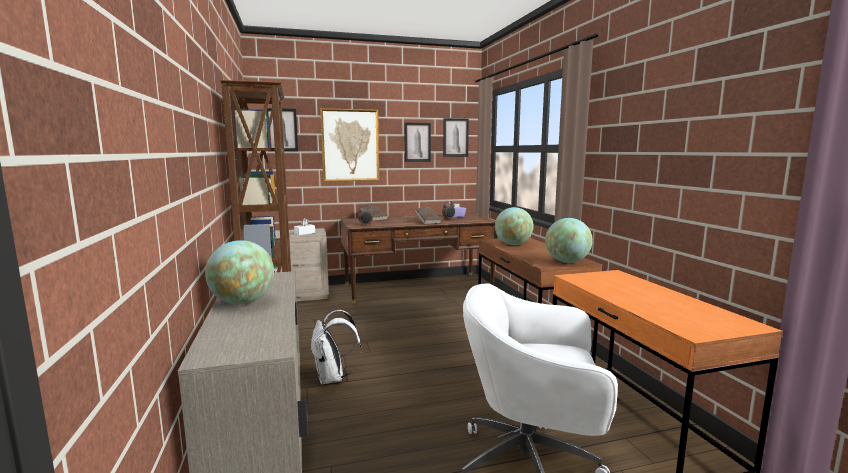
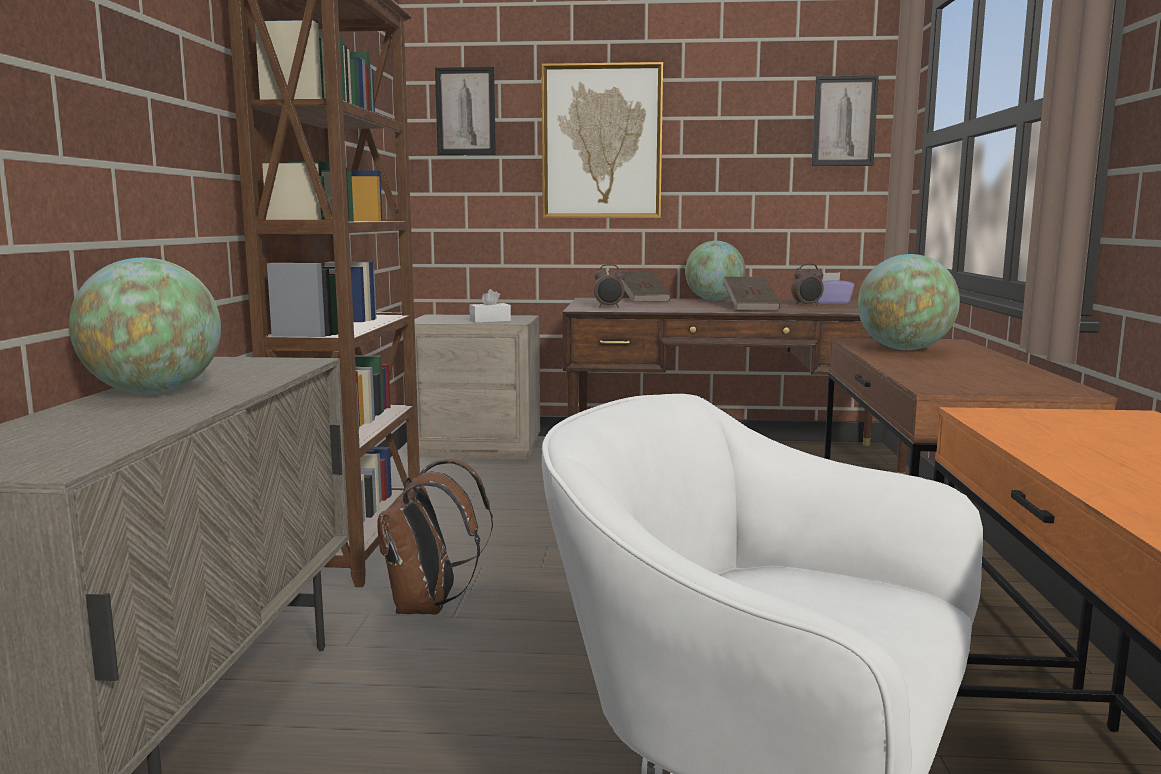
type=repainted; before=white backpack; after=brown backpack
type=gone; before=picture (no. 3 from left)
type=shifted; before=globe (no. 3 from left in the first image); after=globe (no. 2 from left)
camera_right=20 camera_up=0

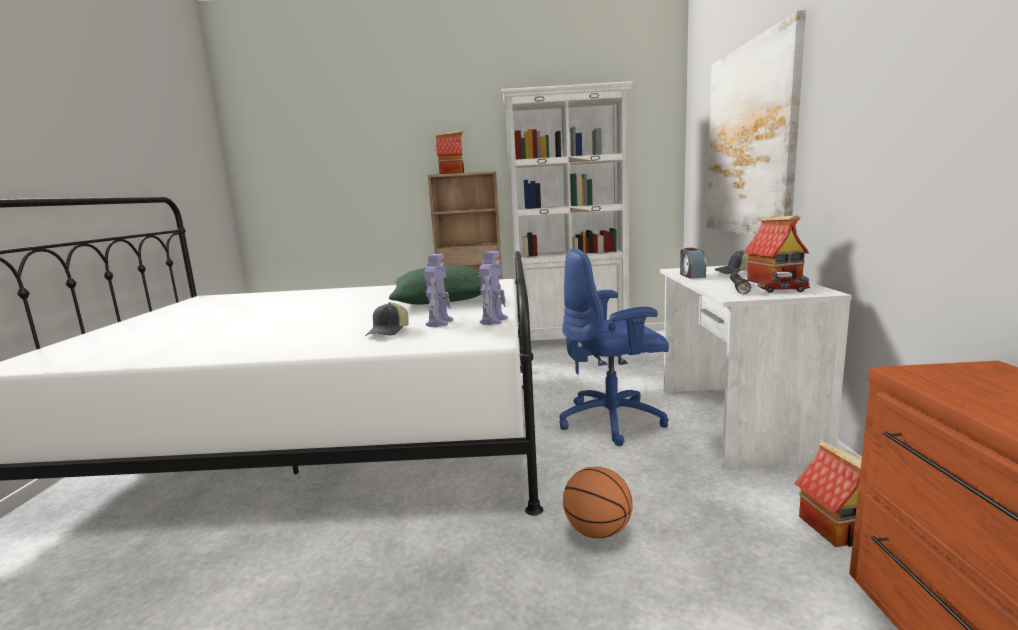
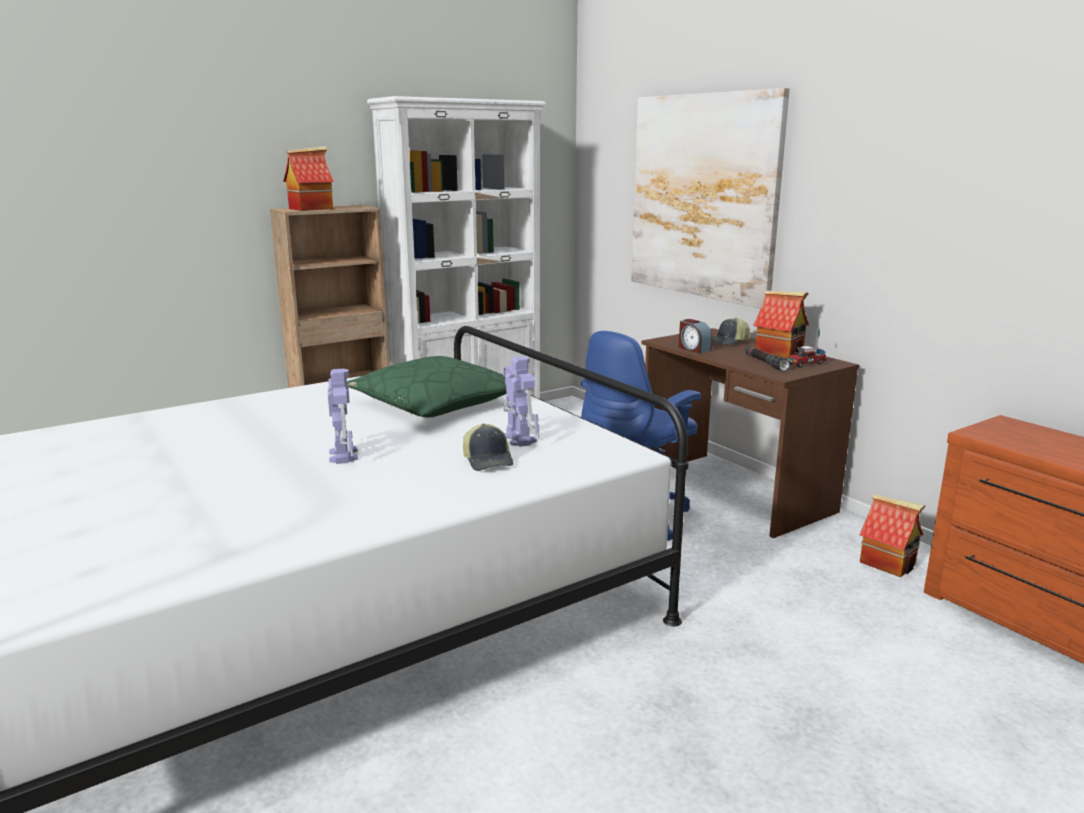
type=shifted; before=toy robot (no. 2 from left in the first image); after=toy robot (no. 1 from left)
type=gone; before=basketball
type=repainted; before=white desk; after=brown desk
camera_right=-35 camera_up=5

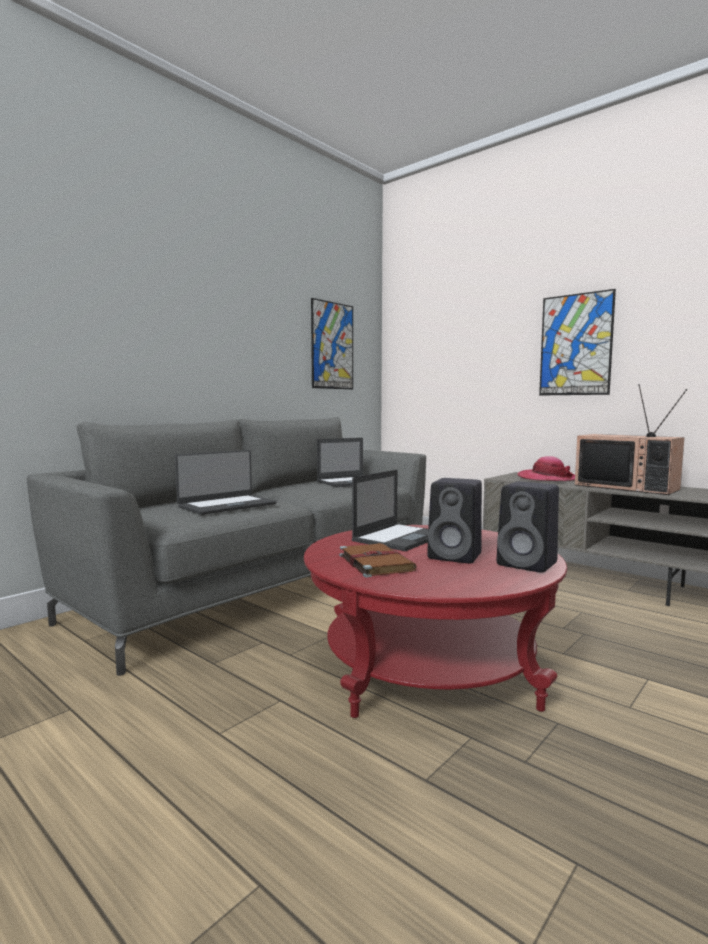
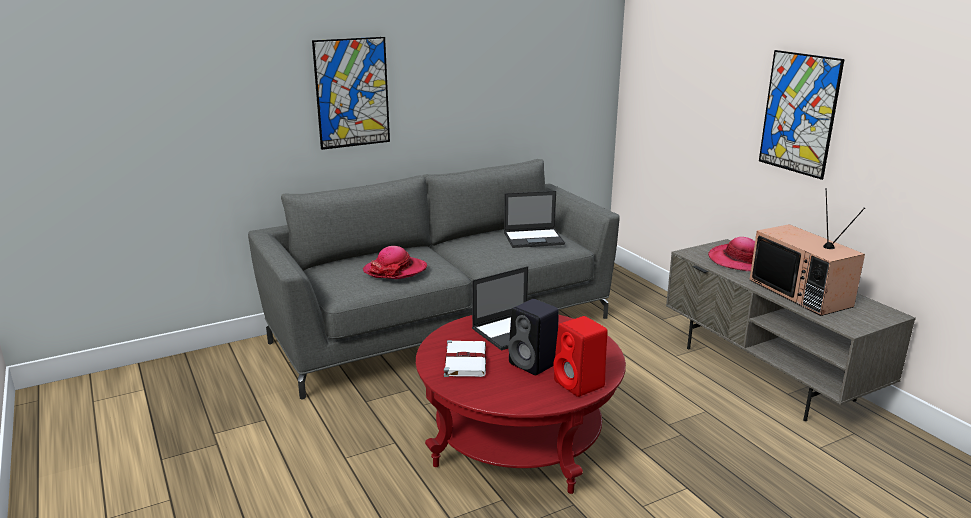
type=swapped; before=laptop (no. 1 from left); after=hat (no. 1 from left)
type=shifted; before=picture (no. 1 from left)
type=repainted; before=brown book; after=white book
type=repainted; before=black speaker (no. 2 from left); after=red speaker
camera_right=20 camera_up=15

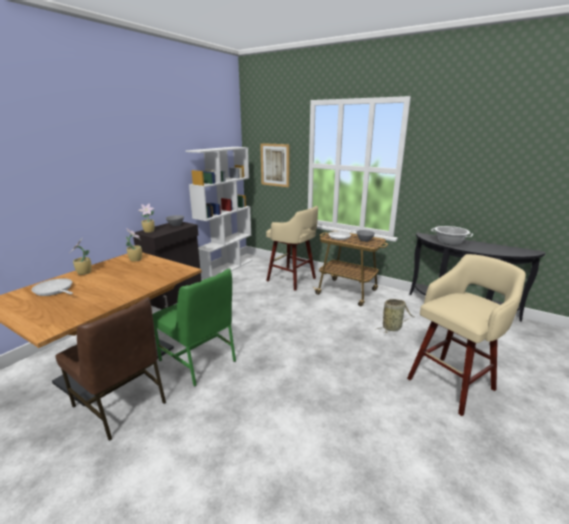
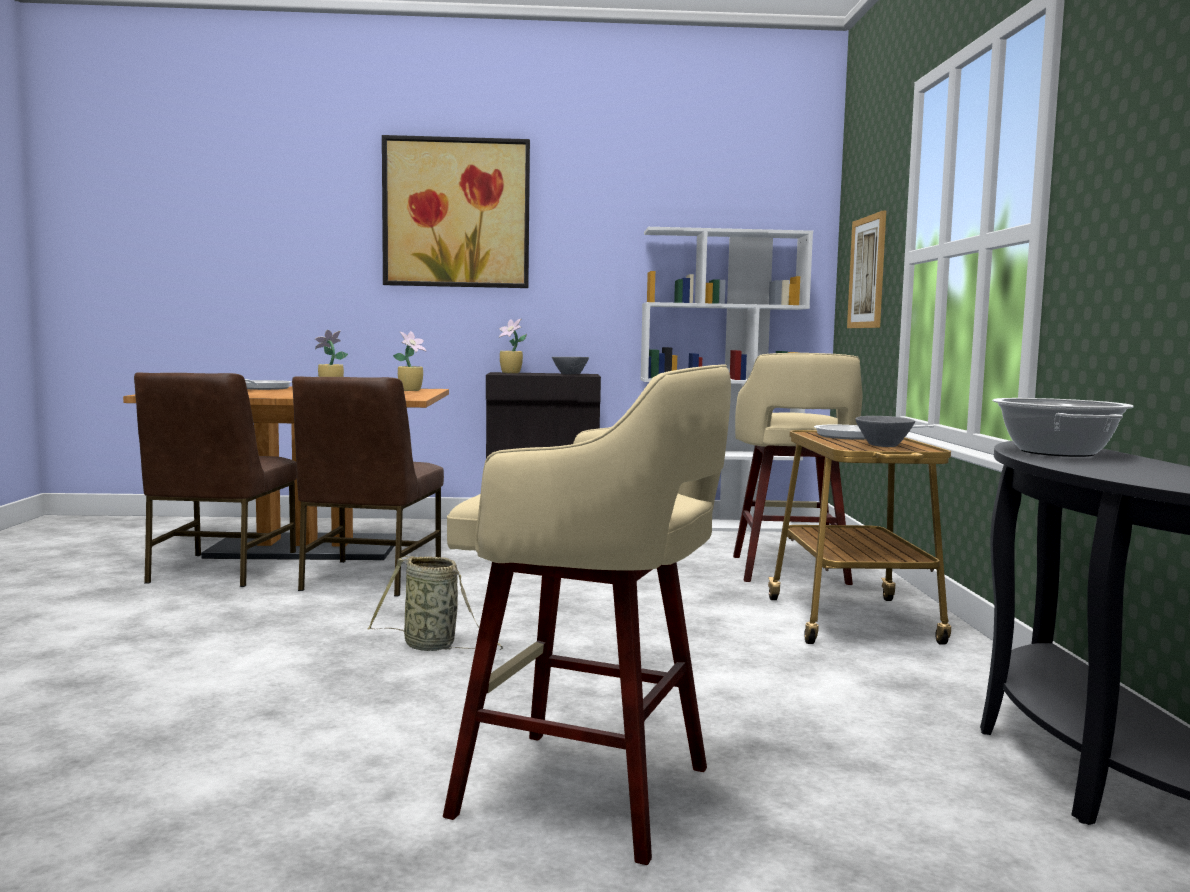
type=repainted; before=green chair; after=brown chair (no. 2 from left)
type=shifted; before=basket
type=new; after=picture (no. 1 from left)
camera_right=55 camera_up=-15

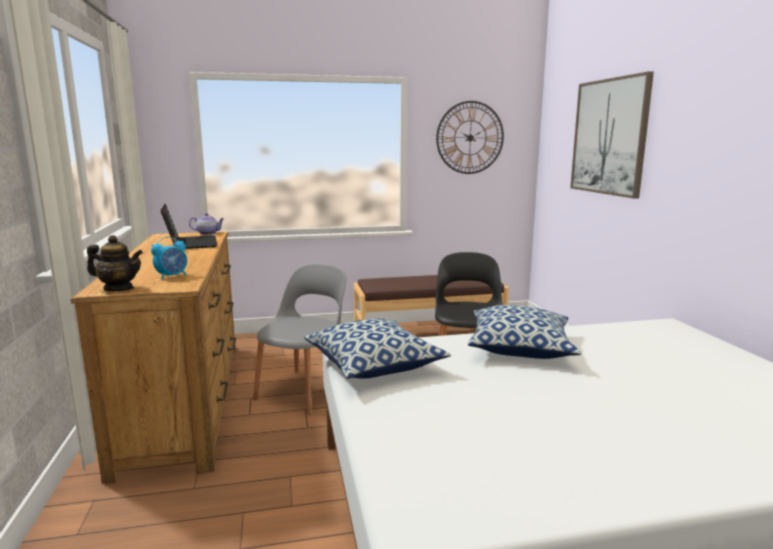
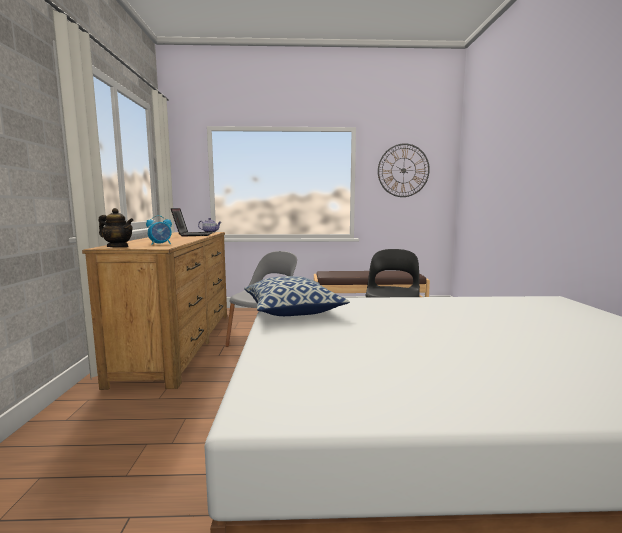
type=gone; before=pillow (no. 2 from left)
type=gone; before=picture
camera_right=10 camera_up=-5

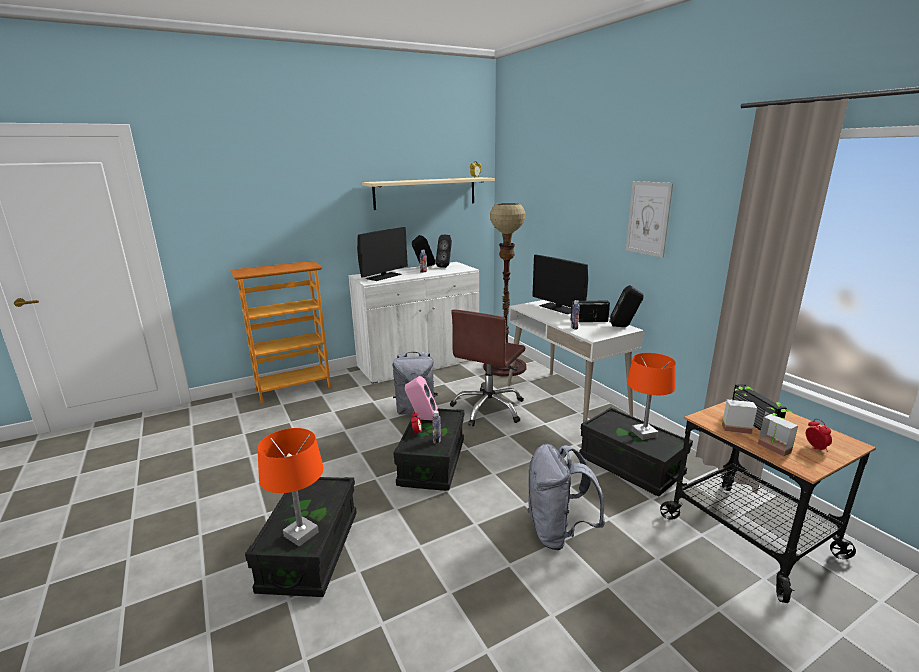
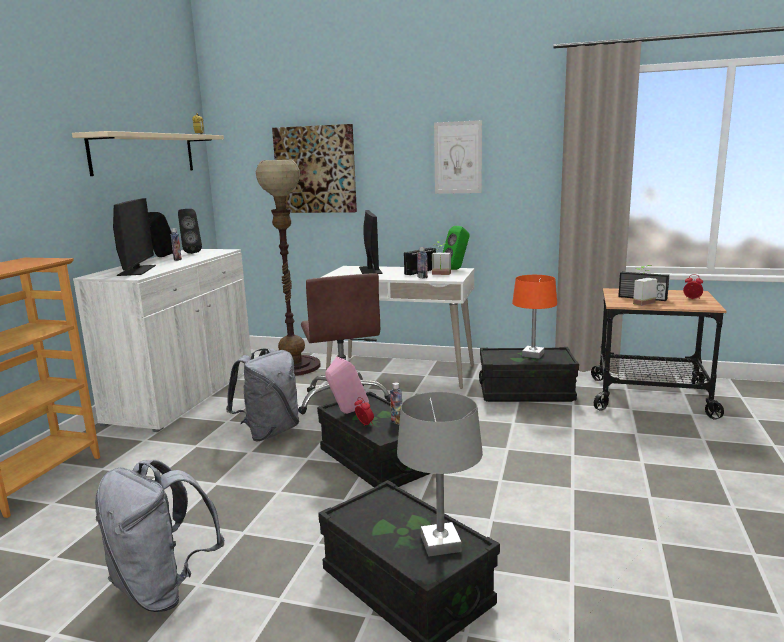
type=repainted; before=orange table lamp (no. 1 from left); after=grey table lamp
type=shifted; before=grey backpack (no. 2 from left in the first image); after=grey backpack (no. 1 from left)
type=rotated; before=monitor (no. 2 from left); turn=-105
type=repainted; before=black speaker (no. 3 from left); after=green speaker
type=shifted; before=potted plant (no. 2 from left in the first image); after=potted plant (no. 1 from left)
type=new; after=picture (no. 1 from left)
camera_right=-45 camera_up=-5

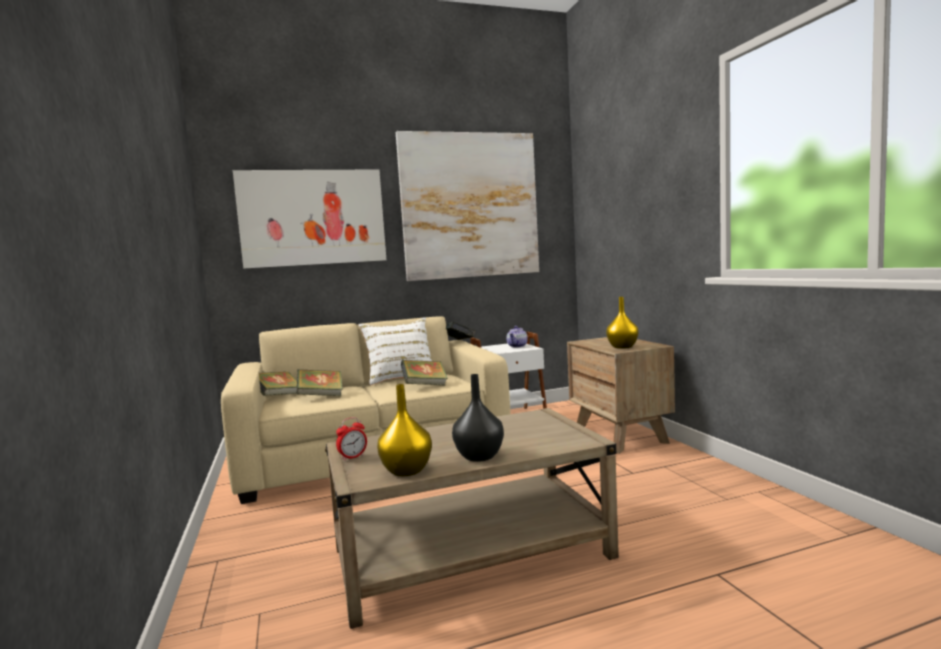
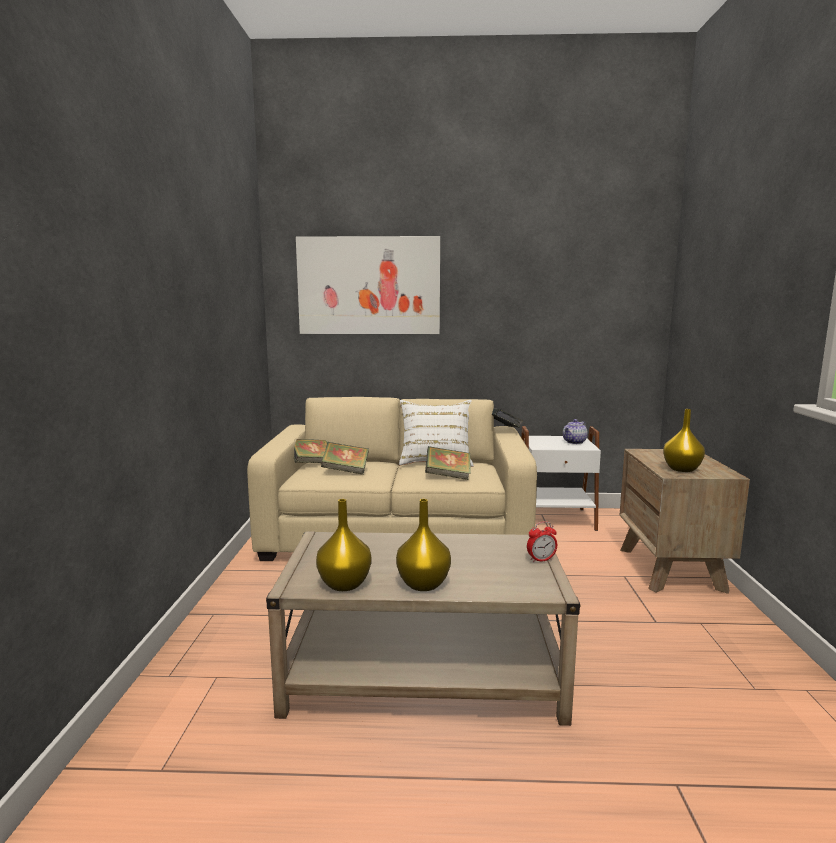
type=shifted; before=alarm clock
type=gone; before=picture (no. 2 from left)
type=repainted; before=black vase; after=yellow vase (no. 2 from left)
camera_right=20 camera_up=5

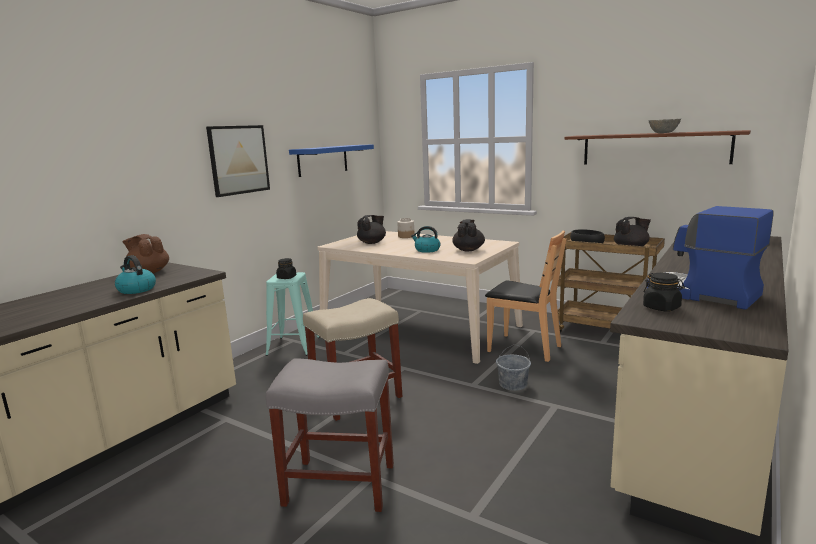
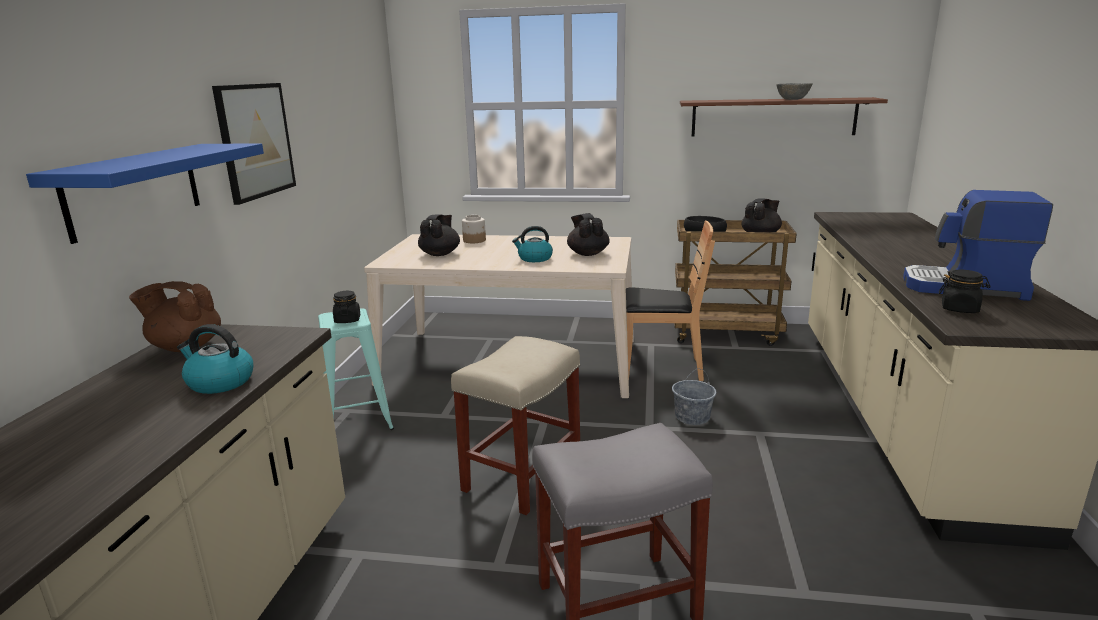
type=shifted; before=blue shelf
camera_right=-25 camera_up=5

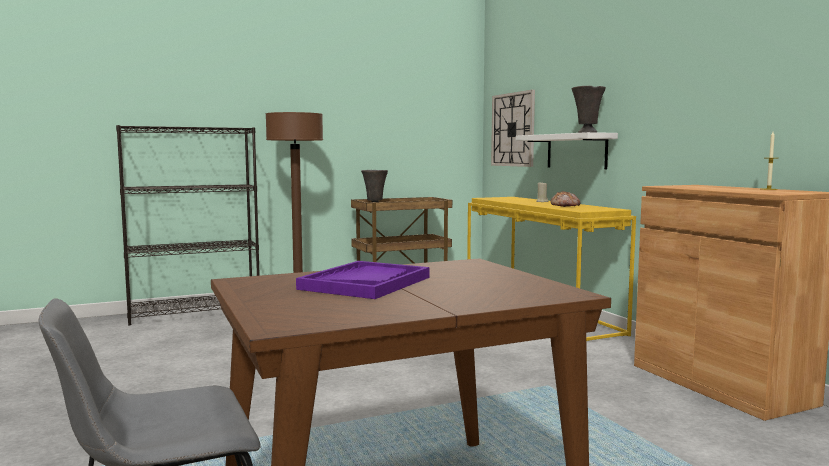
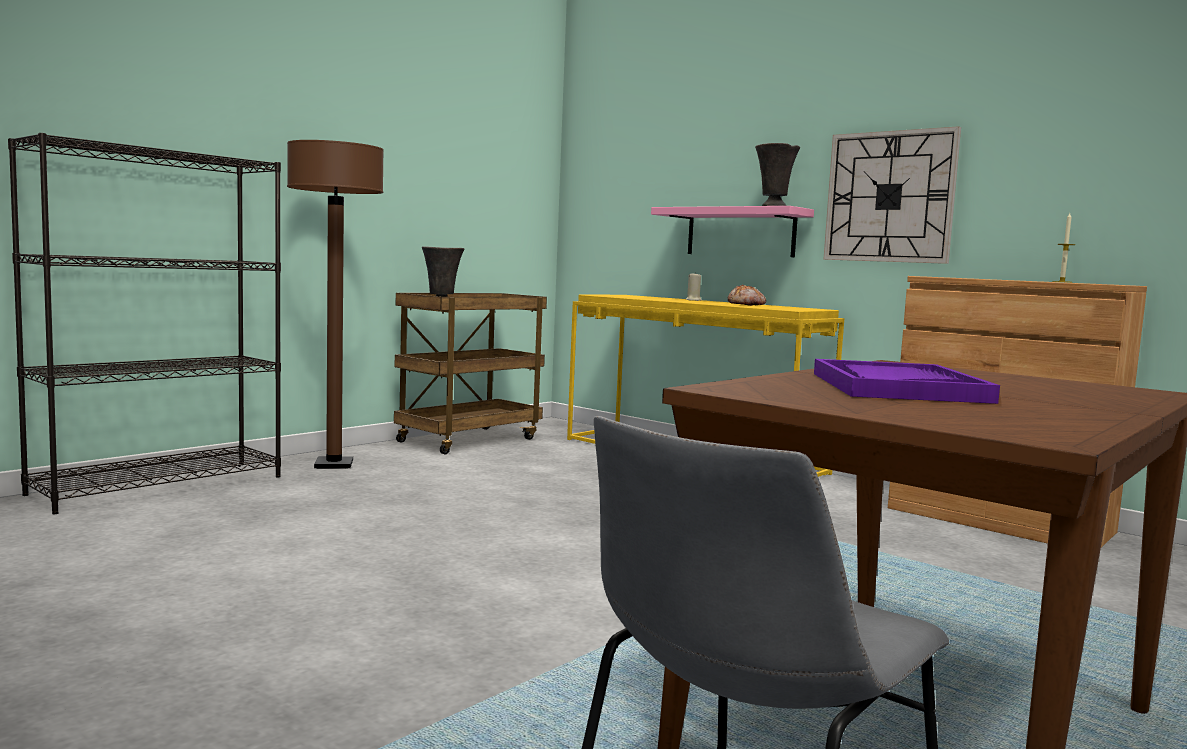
type=shifted; before=wall clock
type=repainted; before=white shelf; after=pink shelf
camera_right=-25 camera_up=0

